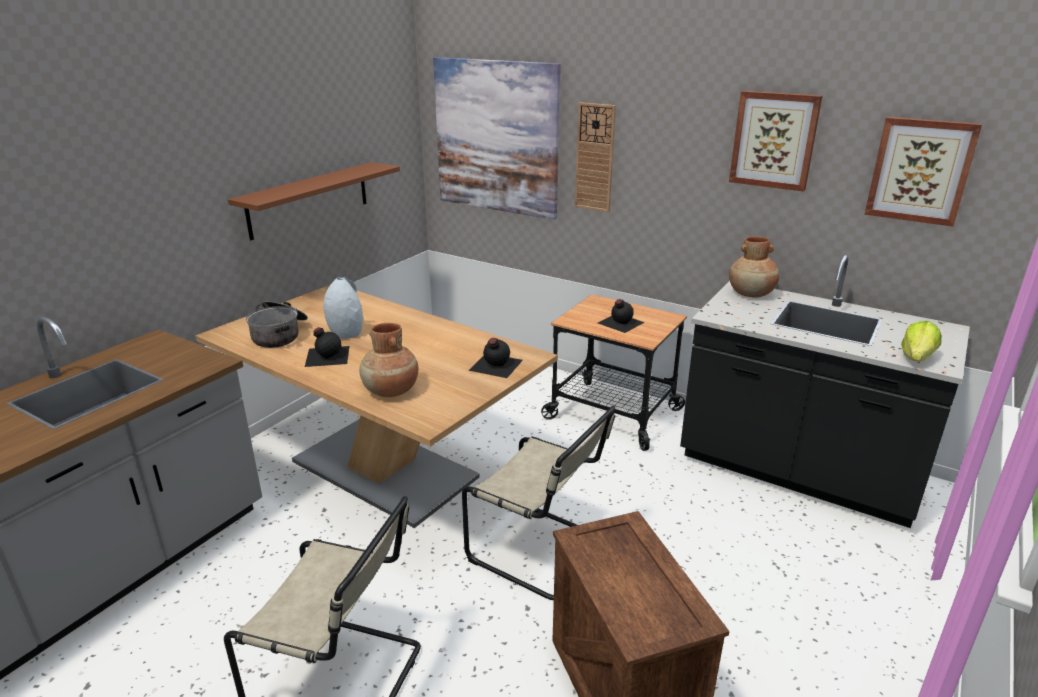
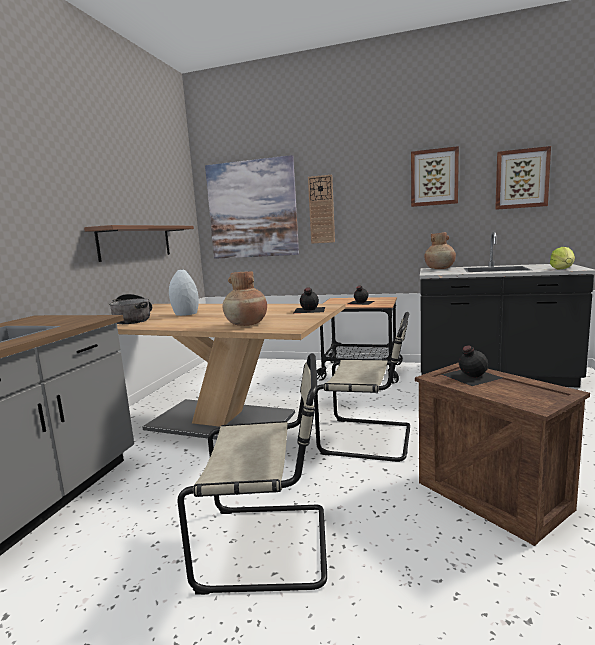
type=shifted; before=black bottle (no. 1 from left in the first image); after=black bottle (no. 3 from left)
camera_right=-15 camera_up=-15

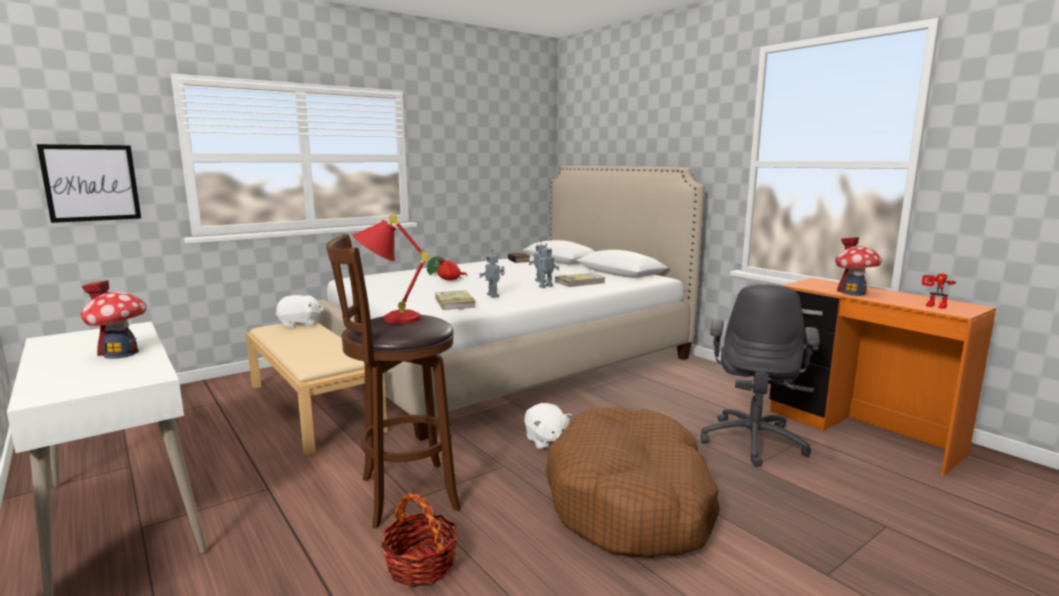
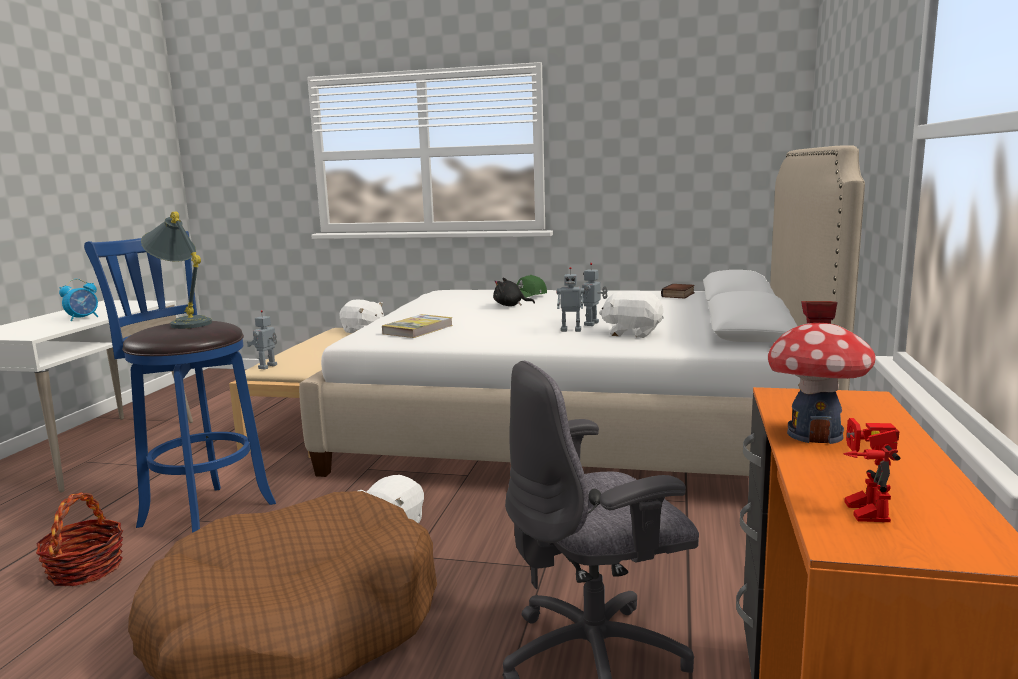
type=gone; before=picture
type=swapped; before=toy house (no. 1 from left); after=alarm clock
type=repainted; before=brown stool; after=blue stool
type=repainted; before=red table lamp; after=grey table lamp
type=repainted; before=red plush toy; after=black plush toy
type=shifted; before=toy robot (no. 1 from left)
type=swapped; before=book (no. 3 from left); after=white plush toy (no. 3 from left)
camera_right=50 camera_up=0

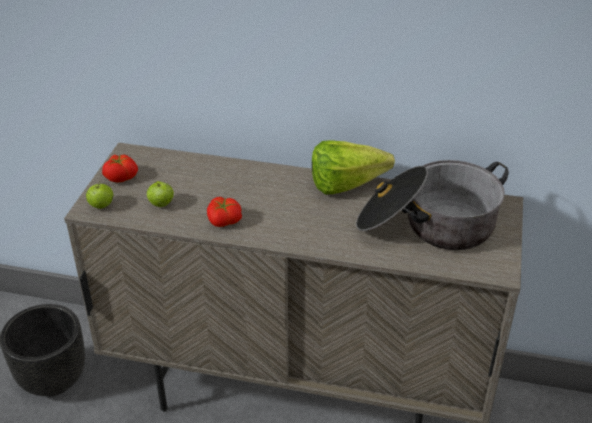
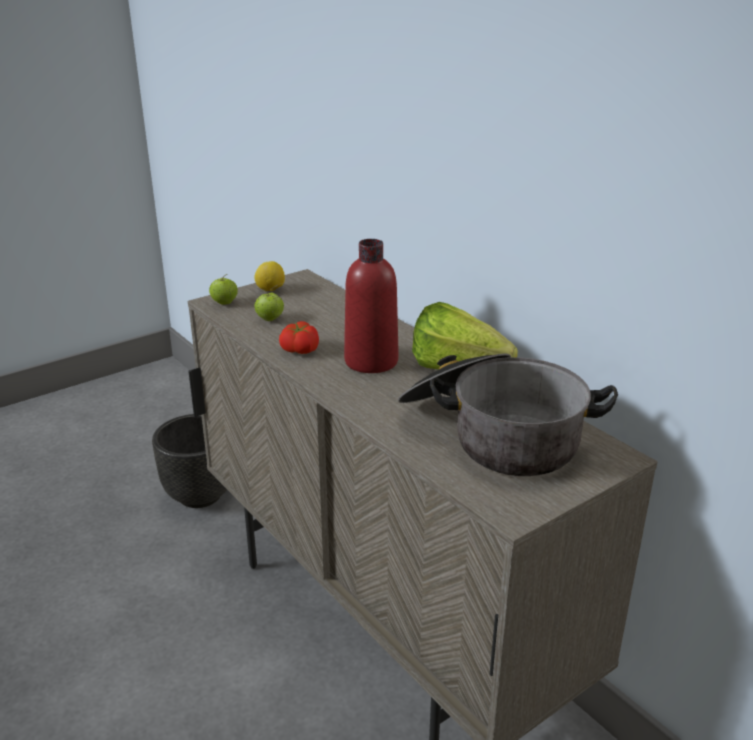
type=swapped; before=tomato (no. 1 from left); after=lemon
type=new; after=red bottle
camera_right=40 camera_up=-10

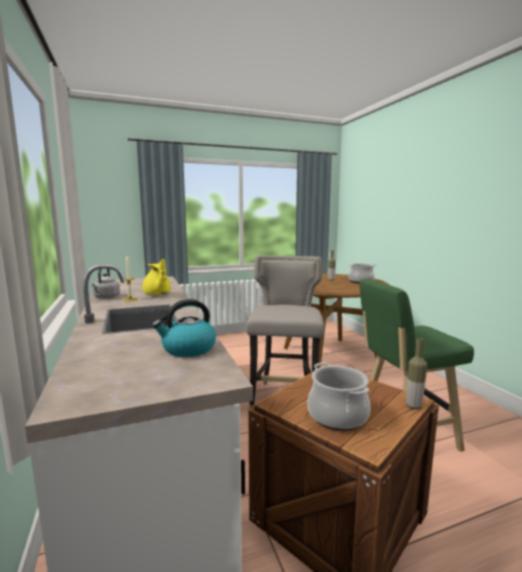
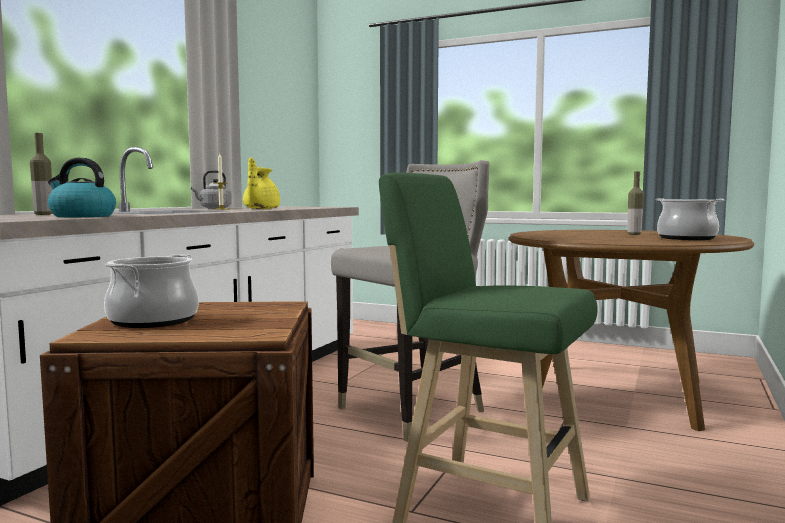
type=shifted; before=bottle (no. 2 from left in the first image); after=bottle (no. 1 from left)
camera_right=45 camera_up=-5

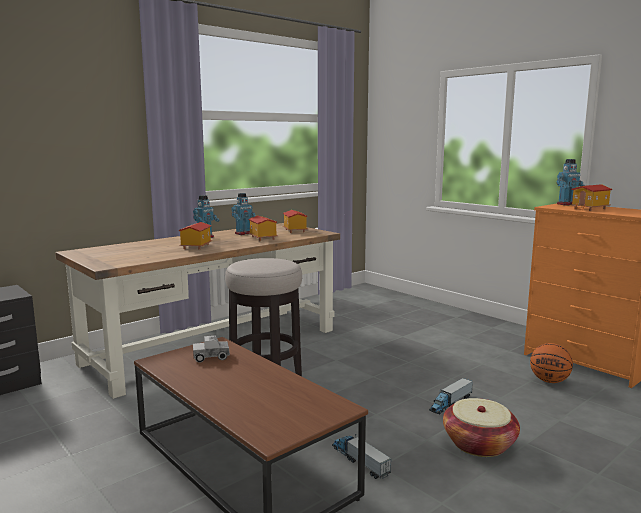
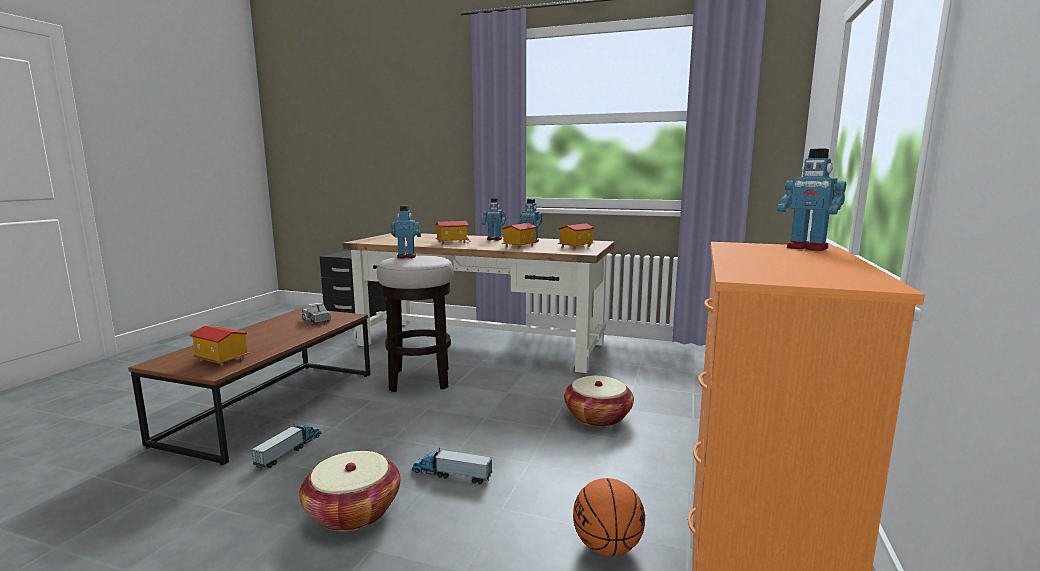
type=shifted; before=toy house (no. 4 from left in the first image); after=toy house (no. 1 from left)
type=new; after=toy robot (no. 1 from left)
type=new; after=basket (no. 2 from left)
camera_right=60 camera_up=0

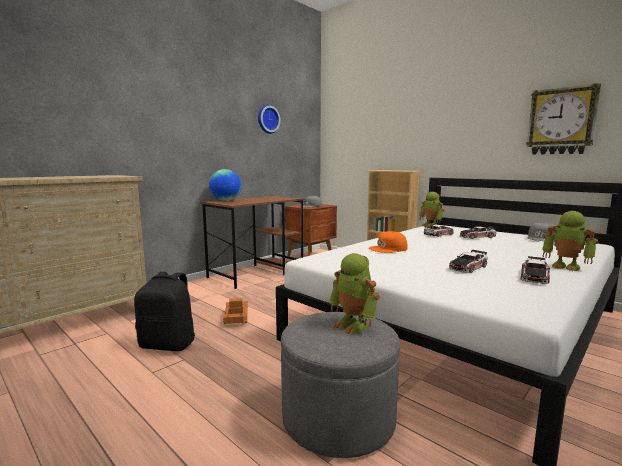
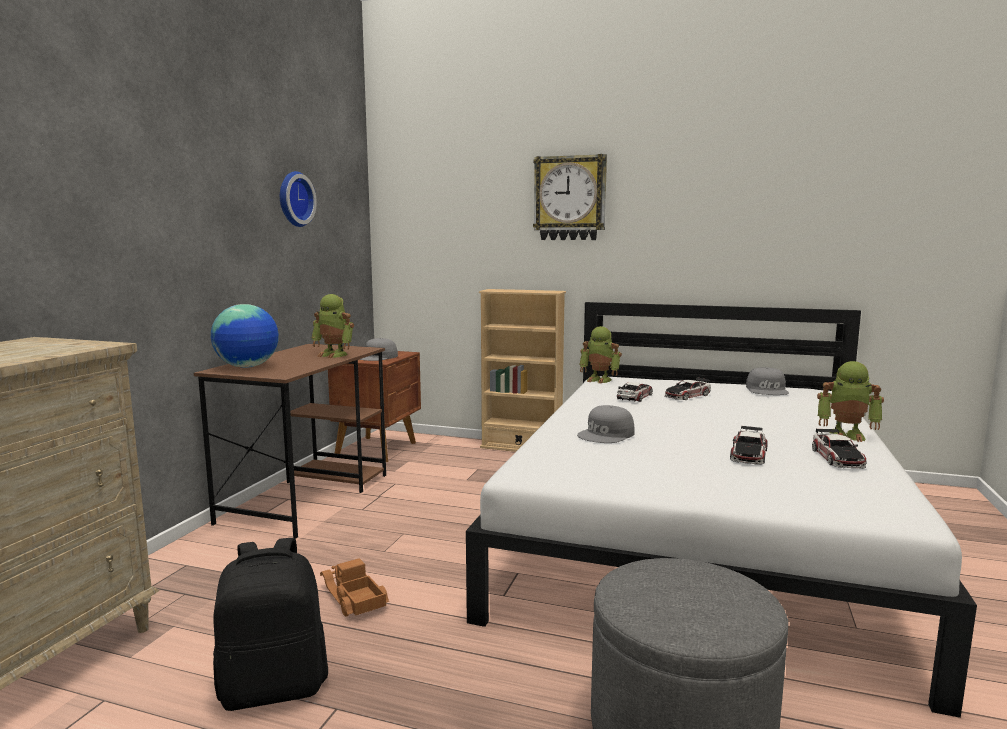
type=shifted; before=toy robot (no. 1 from left)
type=repainted; before=orange cap; after=grey cap (no. 2 from left)
type=shifted; before=wall clock (no. 2 from left)
camera_right=-25 camera_up=0

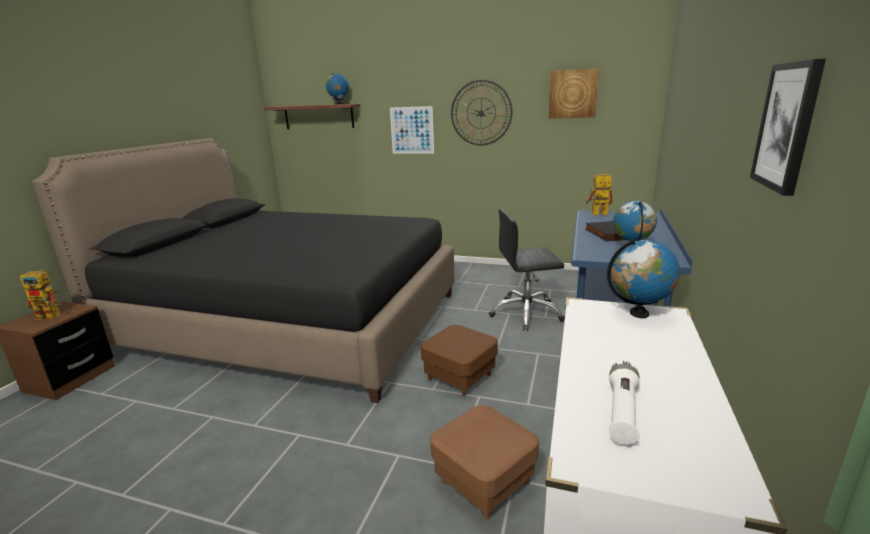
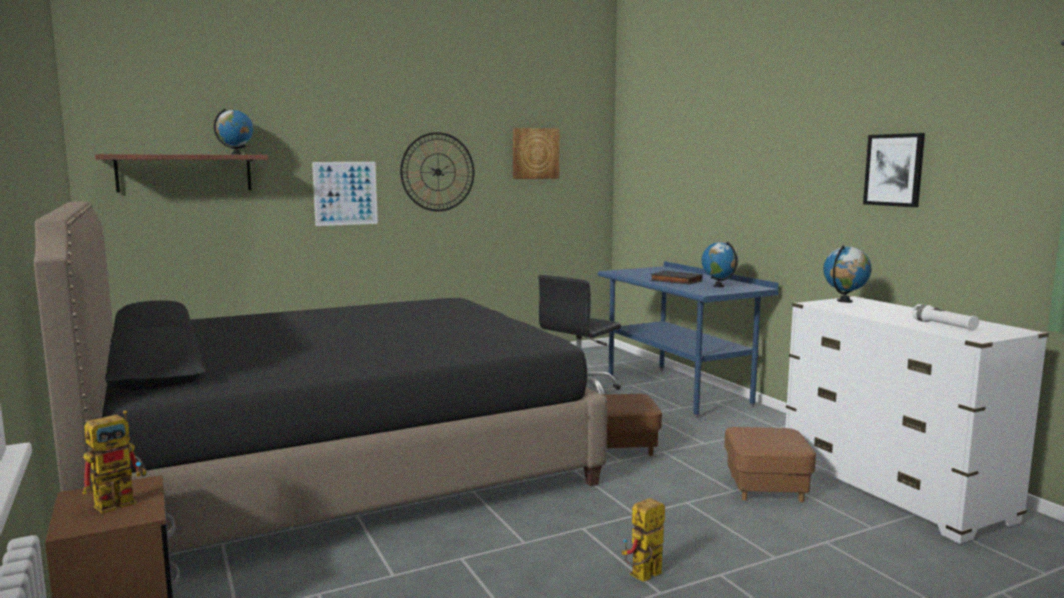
type=shifted; before=toy robot (no. 2 from left)
camera_right=-45 camera_up=-10

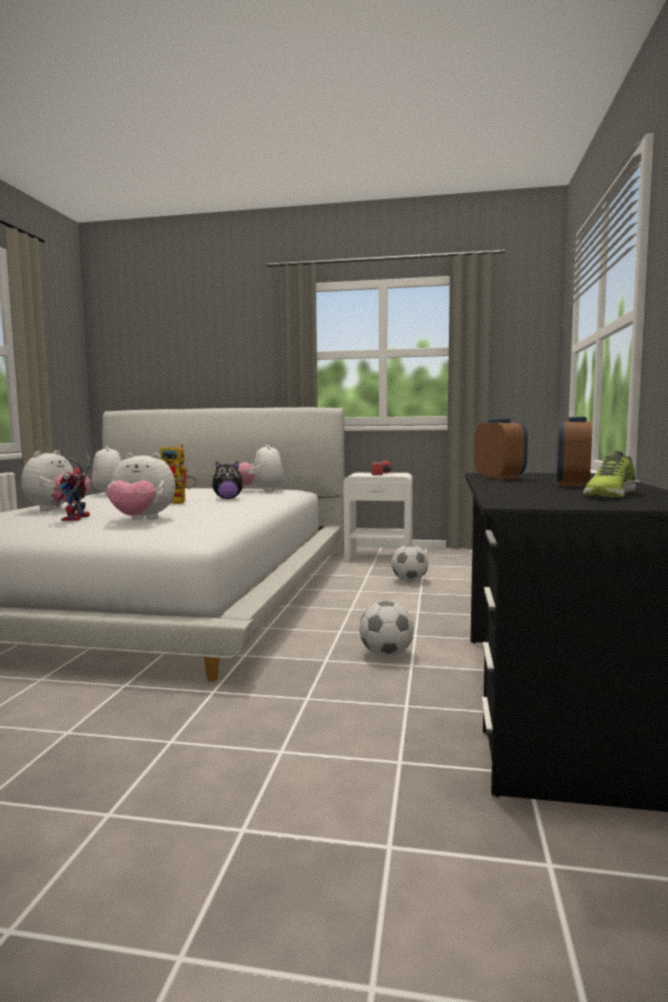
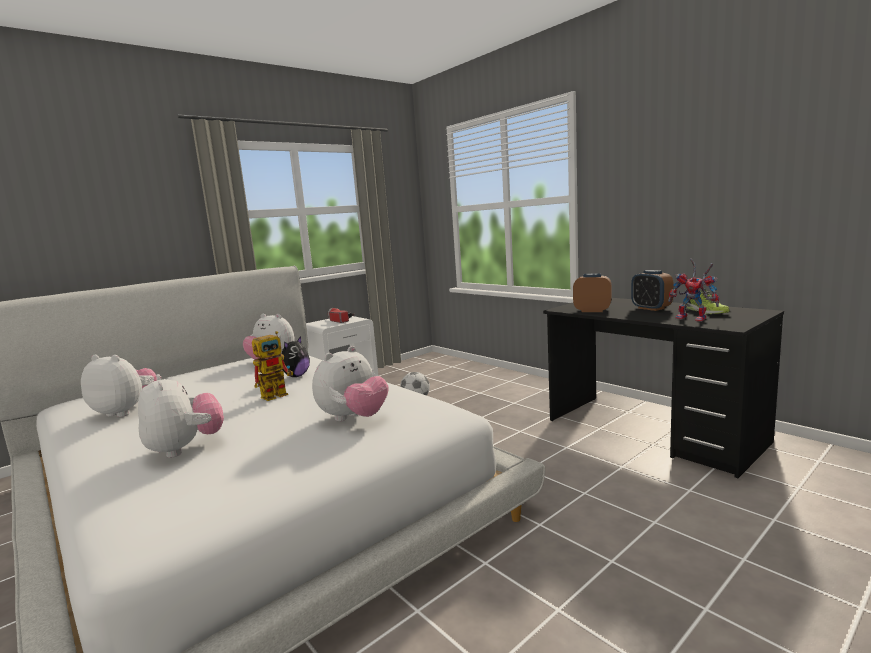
type=shifted; before=toy robot (no. 1 from left in the first image); after=toy robot (no. 2 from left)
type=gone; before=football (no. 1 from left)
camera_right=-50 camera_up=5

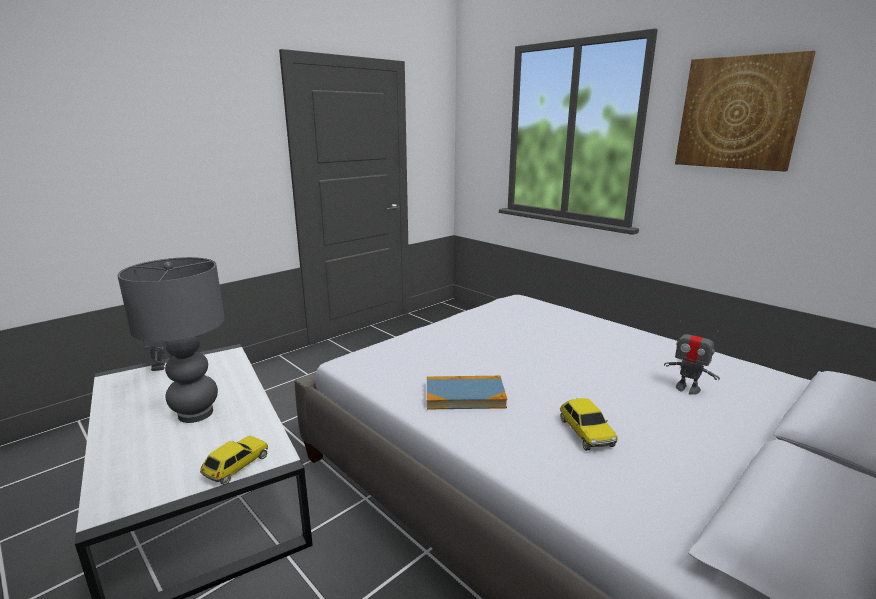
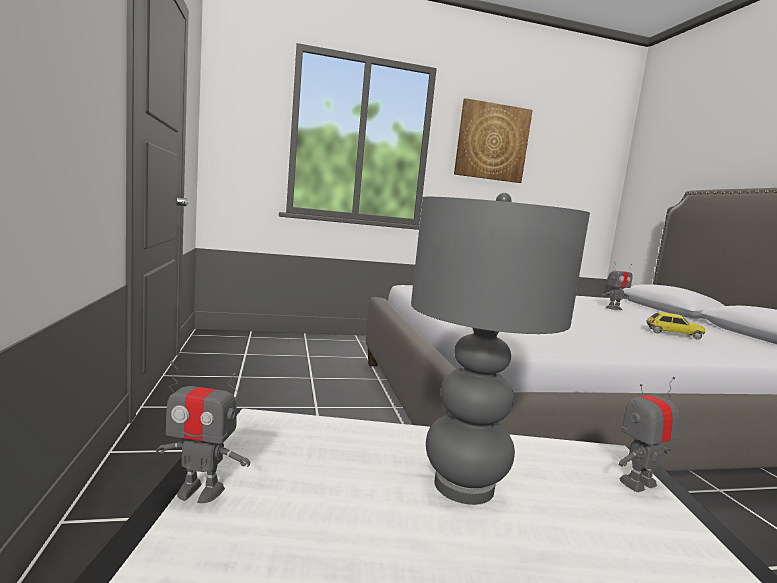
type=swapped; before=toy car (no. 1 from left); after=toy robot (no. 3 from left)
type=gone; before=book
camera_right=-60 camera_up=-10

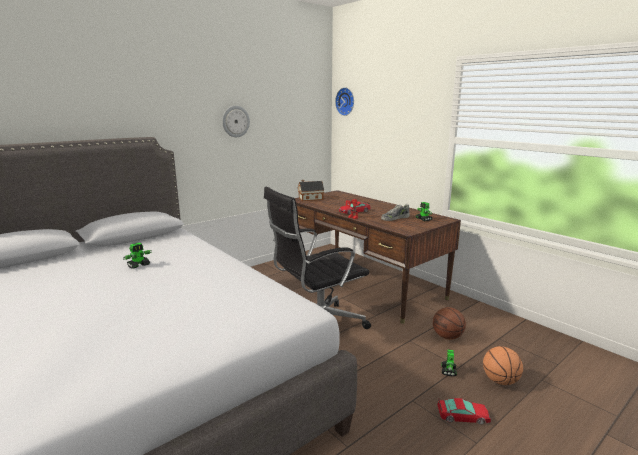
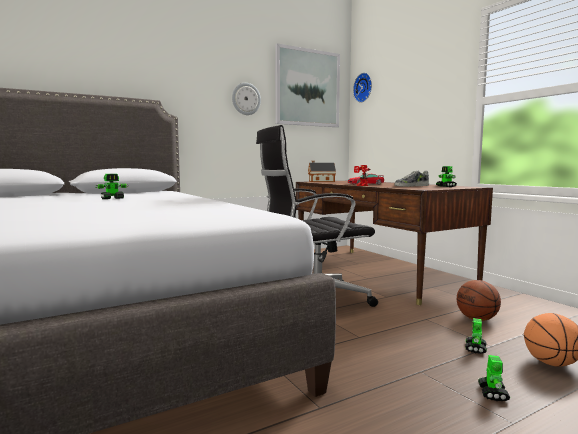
type=swapped; before=toy car (no. 2 from left); after=toy robot (no. 5 from left)
type=new; after=picture
camera_right=10 camera_up=-10

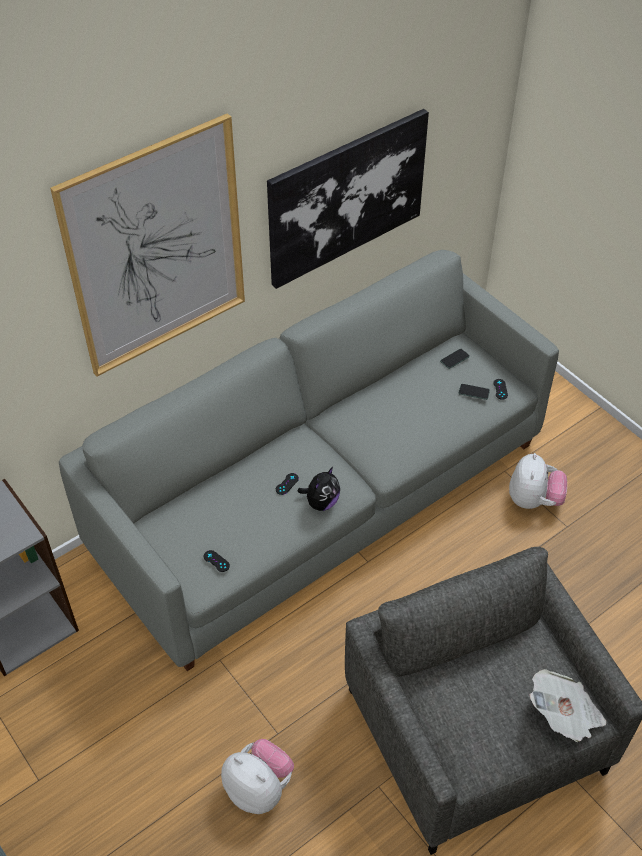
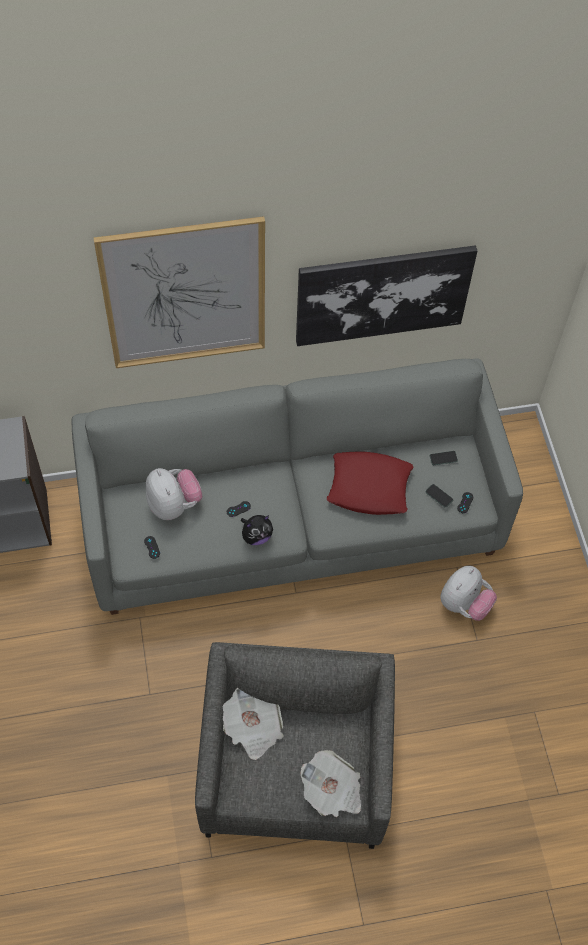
type=shifted; before=plush toy (no. 1 from left)
type=new; after=newspaper (no. 1 from left)
type=new; after=red pillow
camera_right=25 camera_up=10

